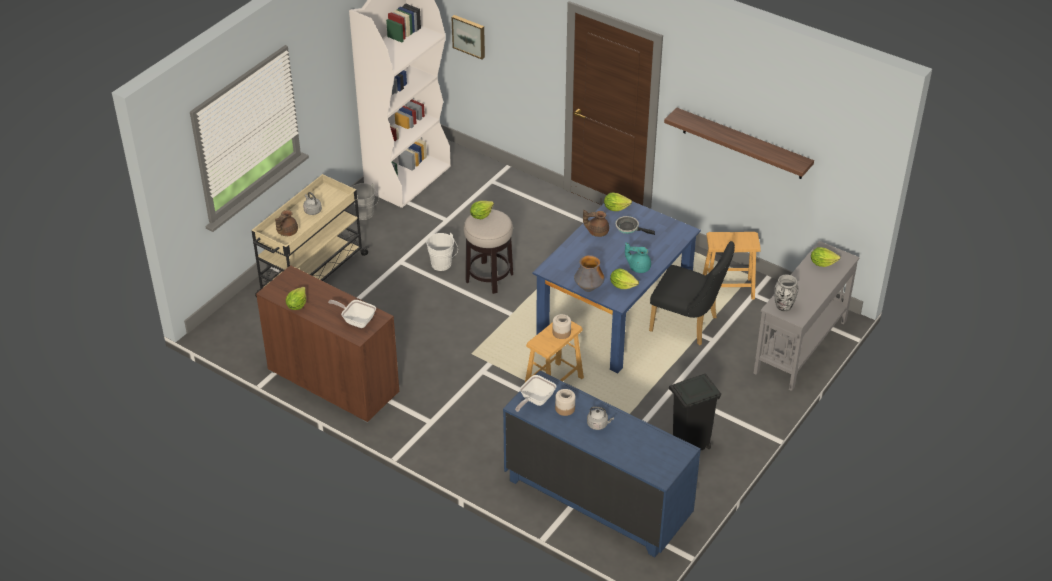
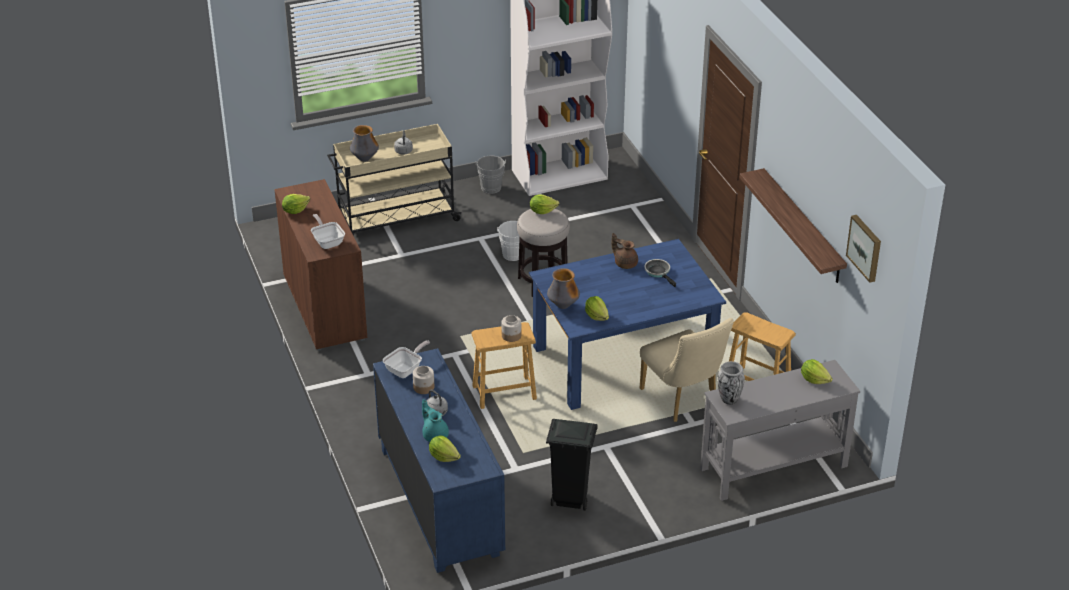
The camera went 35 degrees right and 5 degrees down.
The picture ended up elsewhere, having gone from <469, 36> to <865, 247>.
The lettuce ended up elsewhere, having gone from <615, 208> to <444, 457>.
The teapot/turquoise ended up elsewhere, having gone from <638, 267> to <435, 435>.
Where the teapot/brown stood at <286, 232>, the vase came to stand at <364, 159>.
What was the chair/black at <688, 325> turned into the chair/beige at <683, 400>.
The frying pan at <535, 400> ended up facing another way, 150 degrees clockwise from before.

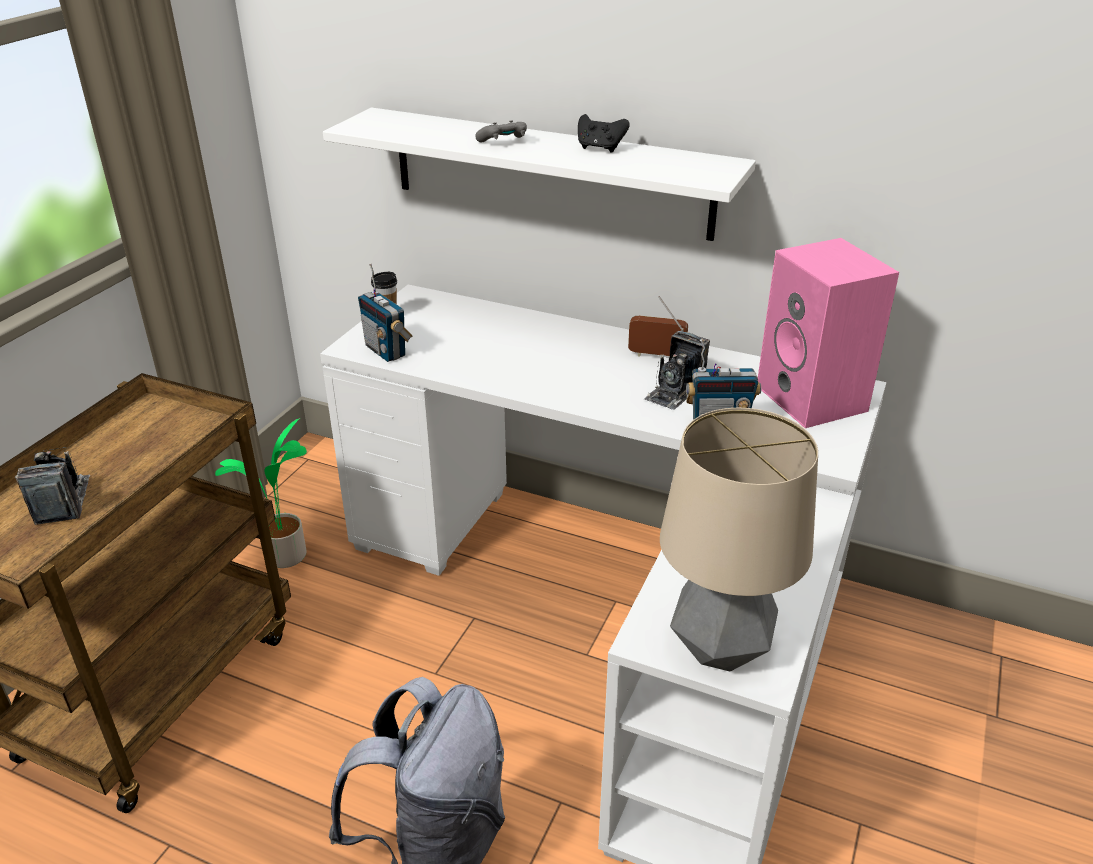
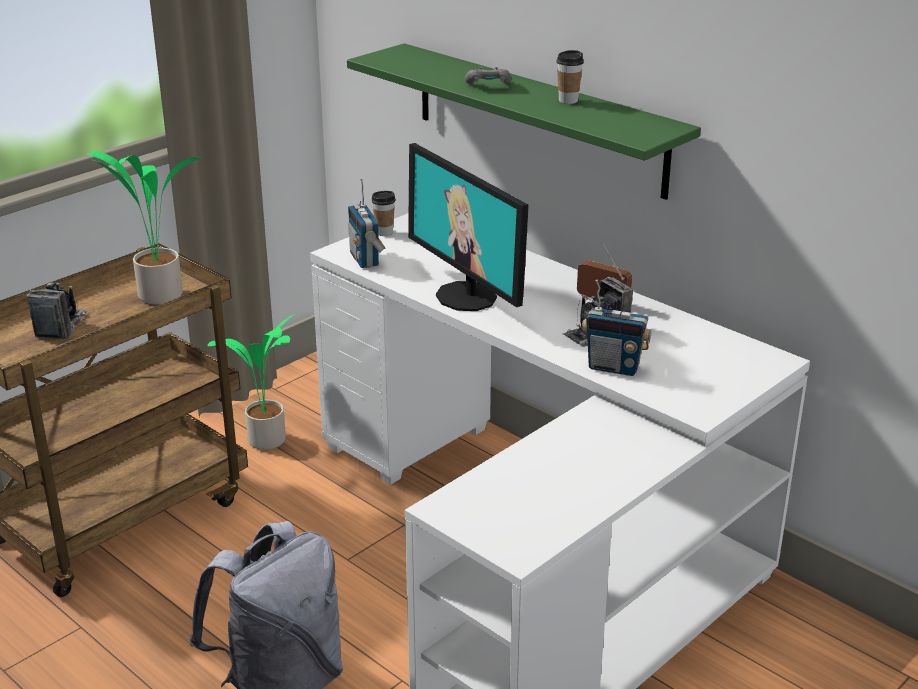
The camera went 20 degrees right and 5 degrees down.
The second view lost the table lamp at <721, 650>.
The second view lost the speaker/pink at <814, 399>.
The second view gained the potted plant at <157, 296>.
The second view gained the monitor at <467, 296>.
Where the game controller/black stood at <600, 148>, the cup came to stand at <568, 100>.
What was the shelf/white at <549, 173> turned into the shelf/green at <538, 119>.

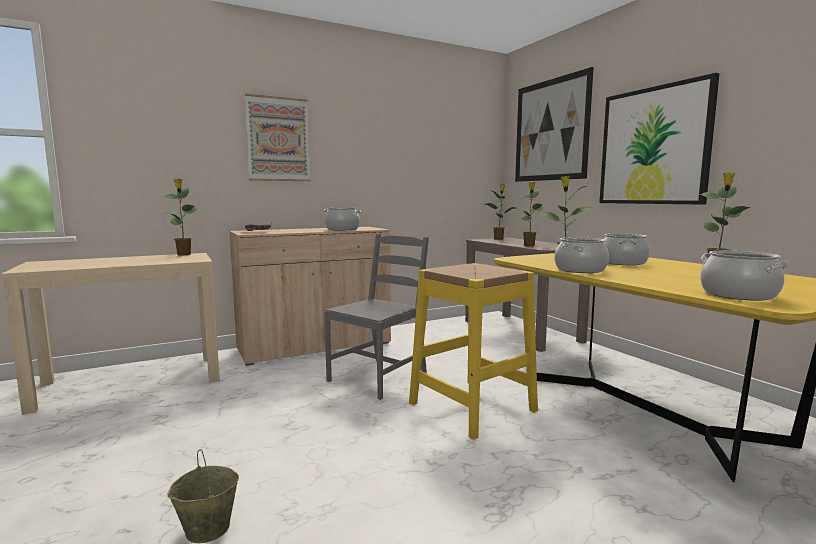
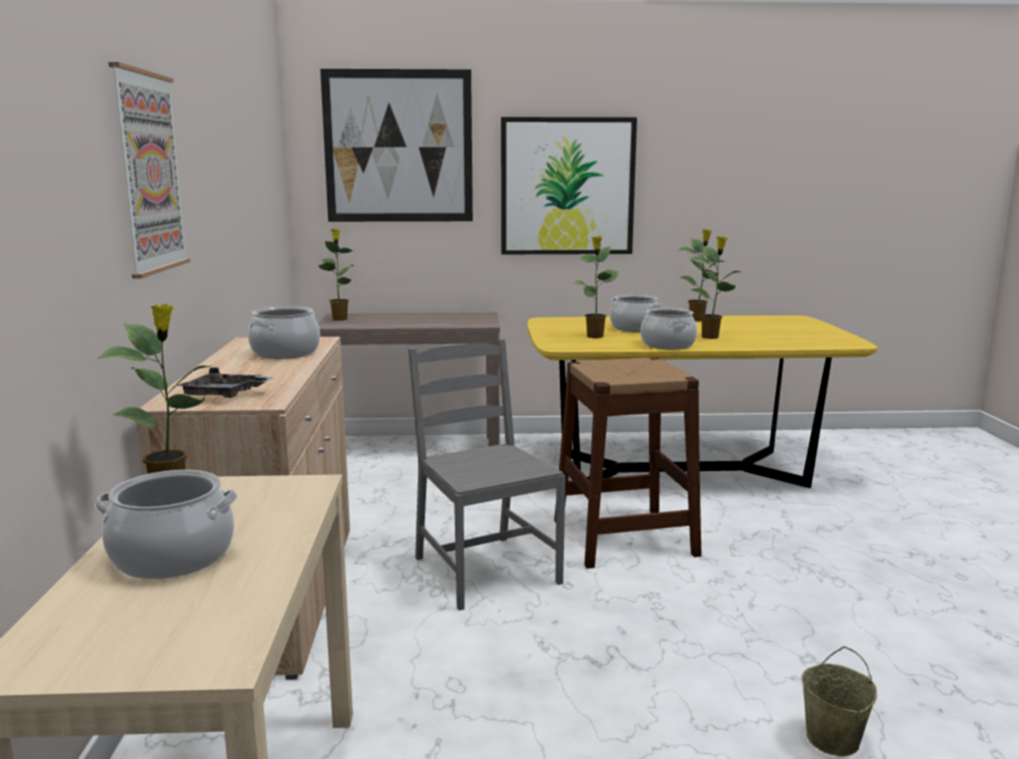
The camera went 65 degrees left and 5 degrees up.
The potted plant ended up elsewhere, having gone from <529, 245> to <711, 337>.
The cooking pot ended up elsewhere, having gone from <738, 295> to <172, 557>.
What was the stool/yellow at <472, 407> turned into the stool/brown at <624, 537>.

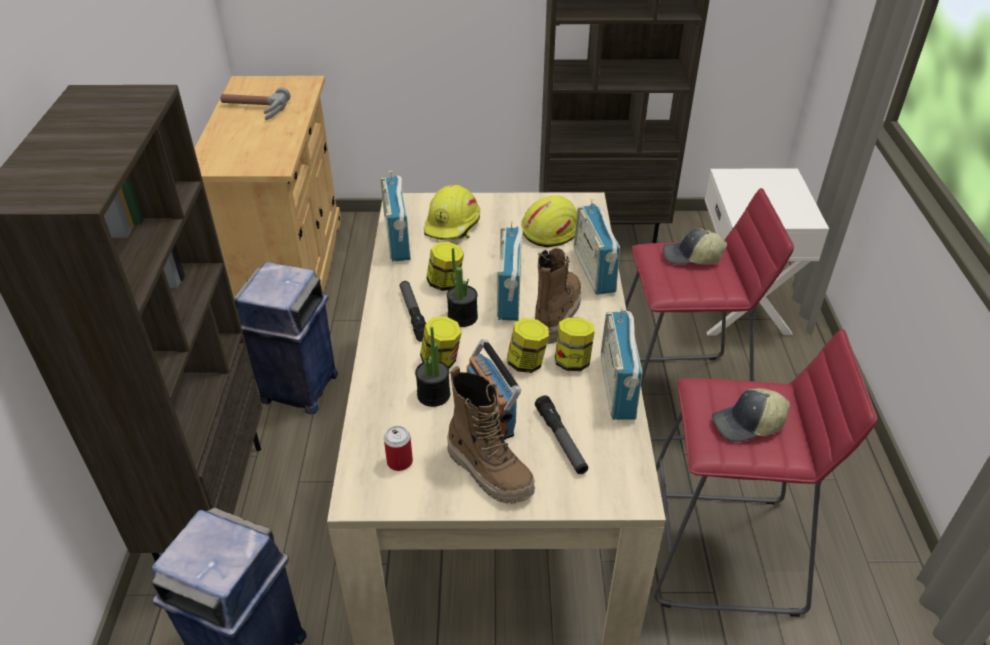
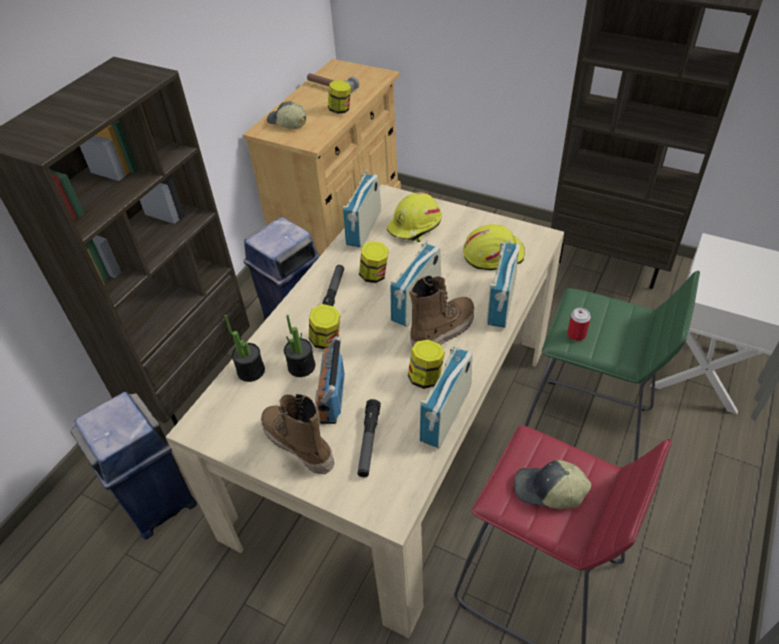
The camera went 30 degrees right and 5 degrees up.
The can ended up elsewhere, having gone from <399, 462> to <576, 334>.
The potted plant ended up elsewhere, having gone from <462, 317> to <251, 371>.
The jar ended up elsewhere, having gone from <527, 363> to <340, 110>.
The cap ended up elsewhere, having gone from <691, 257> to <287, 123>.
What was the stool/red at <678, 398> turned into the stool/green at <586, 433>.
The boot at <489, 471> ended up facing another way, 150 degrees clockwise from before.

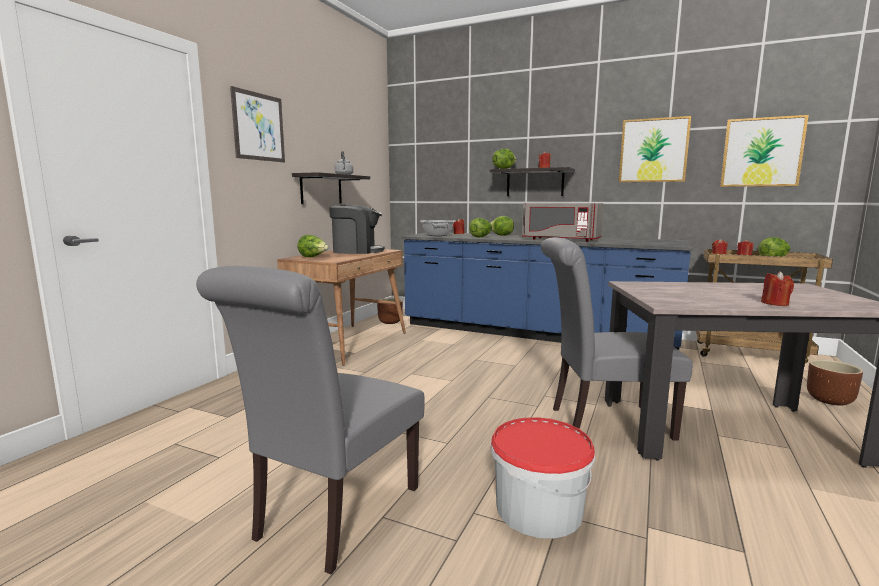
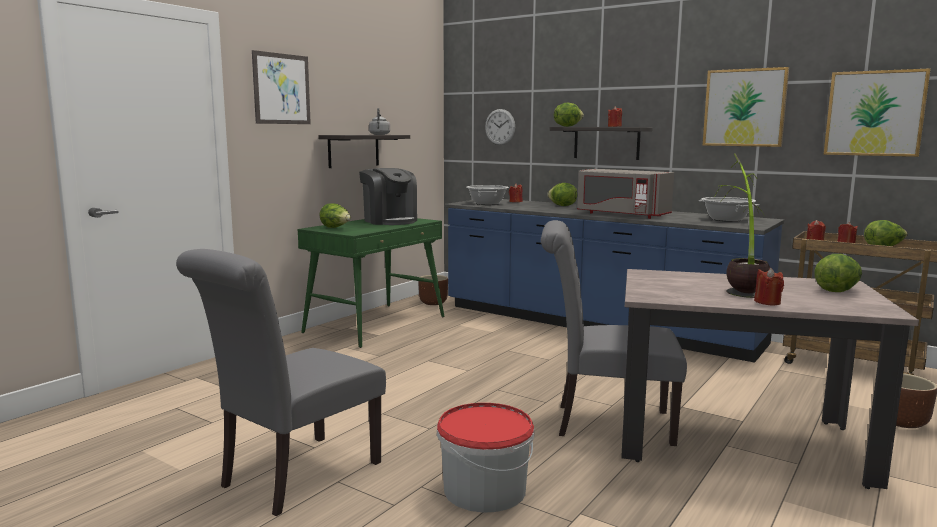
The camera went 10 degrees right and 0 degrees up.
The second view gained the wall clock at <500, 127>.
The second view gained the cooking pot at <727, 219>.
The second view gained the potted plant at <740, 287>.
The lettuce ended up elsewhere, having gone from <481, 237> to <837, 290>.
What was the desk/brown at <348, 343> turned into the desk/green at <376, 324>.
The coffee machine at <357, 251> ended up facing another way, 45 degrees clockwise from before.

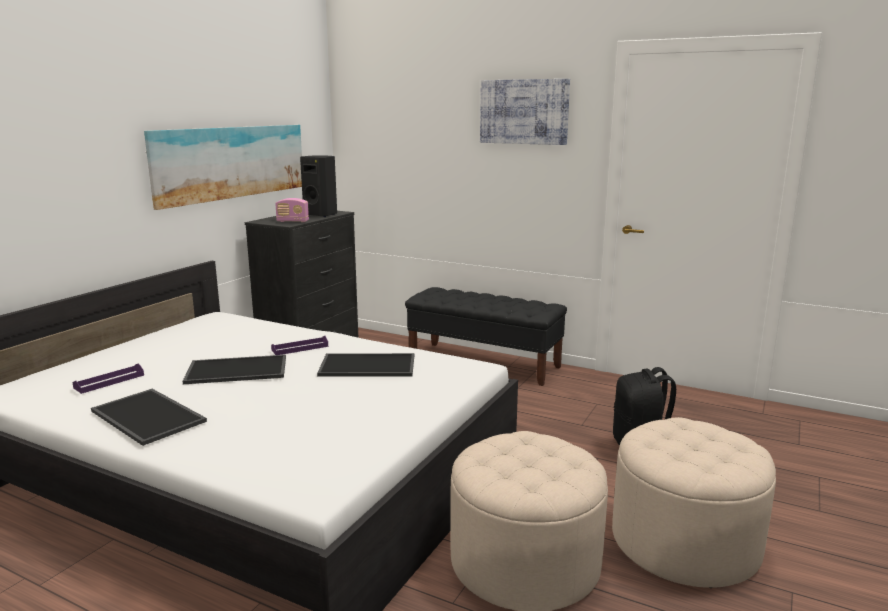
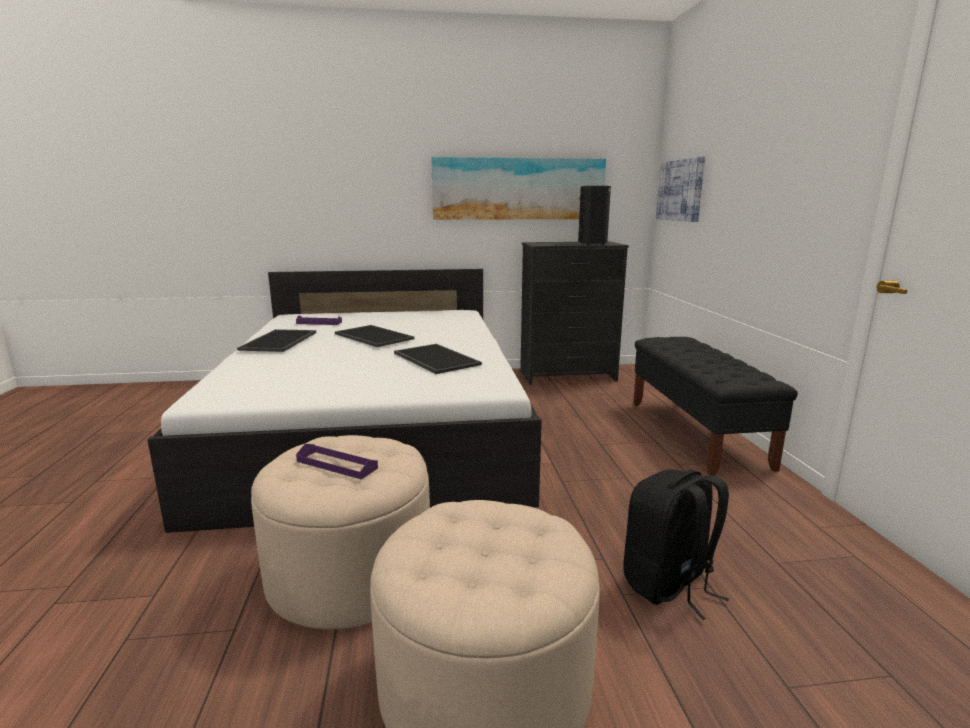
The camera went 55 degrees right and 0 degrees up.
The second view lost the radio at <293, 221>.
The tray/purple ended up elsewhere, having gone from <300, 348> to <337, 464>.
The picture ended up elsewhere, having gone from <524, 112> to <680, 190>.

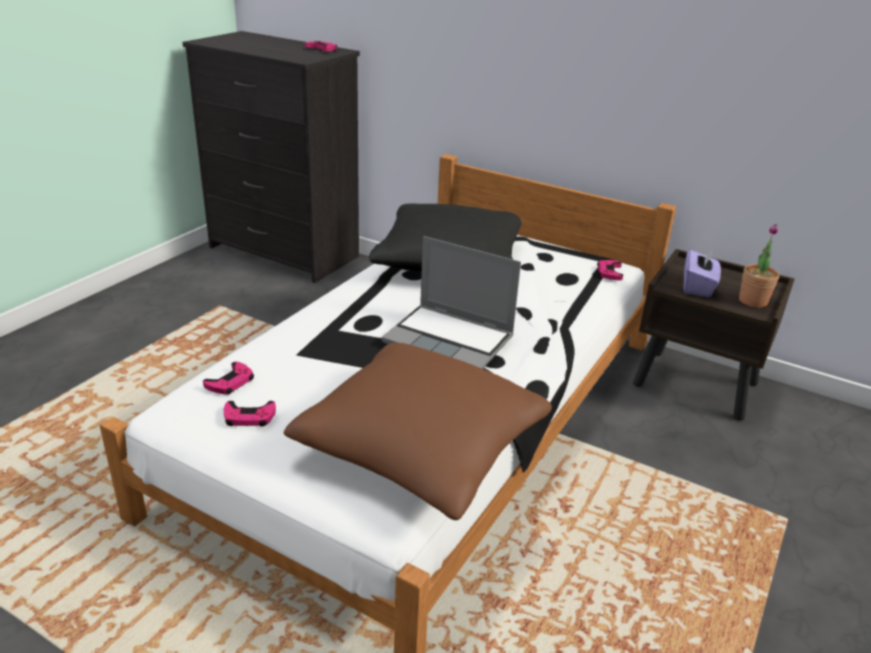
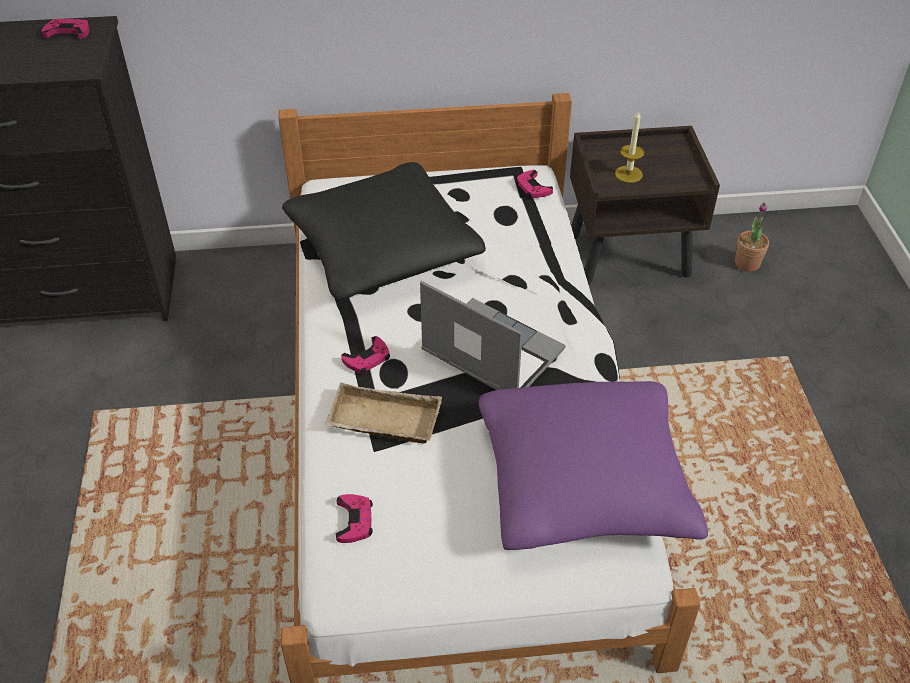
The camera went 35 degrees left and 15 degrees up.
The second view gained the tray/beige at <382, 422>.
The game controller/pink ended up elsewhere, having gone from <249, 417> to <367, 359>.
The potted plant ended up elsewhere, having gone from <753, 301> to <747, 263>.
Where the tissue box/purple stood at <697, 287>, the candle came to stand at <628, 174>.
What was the pillow/brown at <420, 448> turned into the pillow/purple at <584, 483>.
The laptop at <450, 340> ended up facing another way, 135 degrees counterclockwise from before.

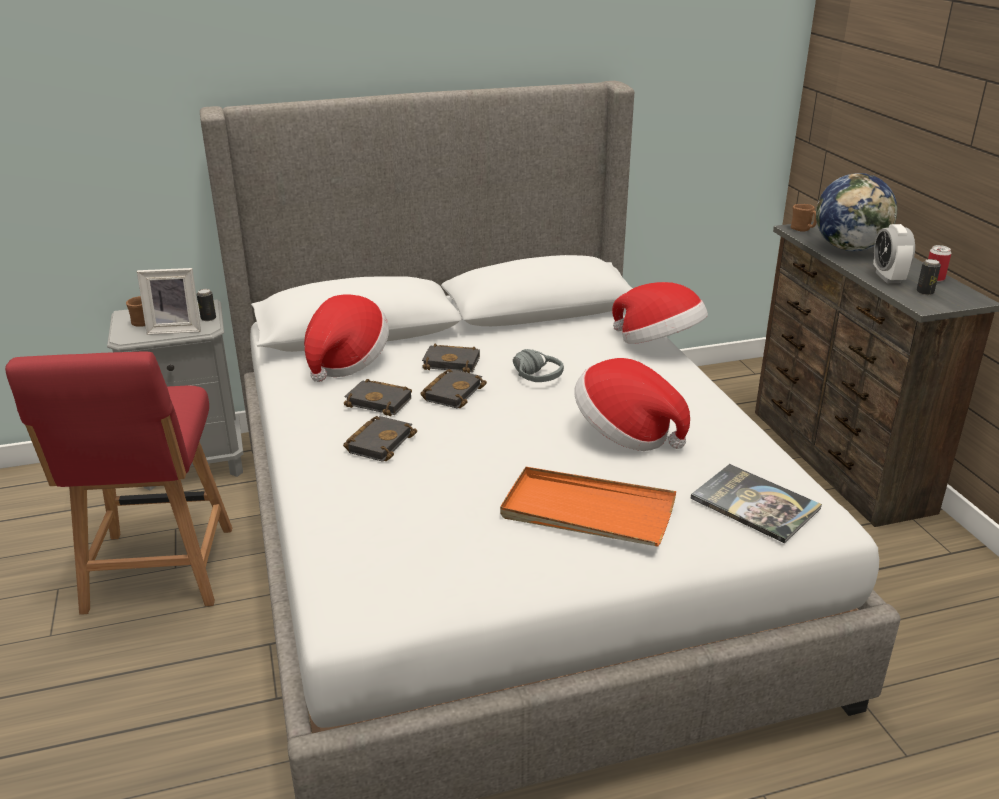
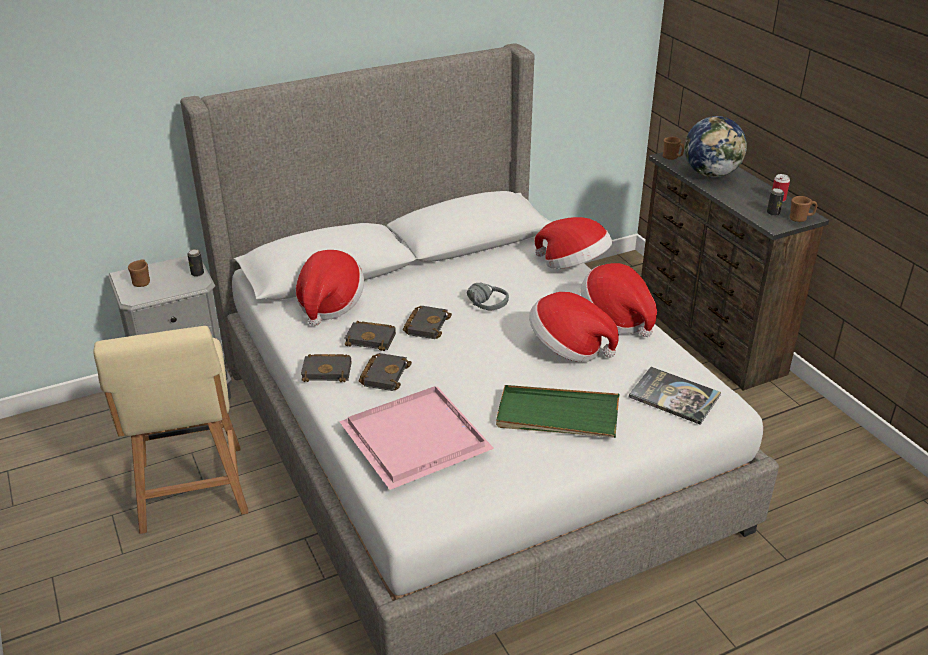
The camera went 10 degrees left and 5 degrees up.
The second view lost the picture frame at <175, 329>.
The second view lost the alarm clock at <888, 277>.
The second view gained the tray/pink at <418, 439>.
The second view gained the hat at <616, 318>.
The second view gained the mug/brown at <800, 219>.
The book/black ended up elsewhere, having gone from <453, 362> to <328, 371>.
What was the chair/red at <158, 573> turned into the chair/beige at <192, 492>.
What was the tray/orange at <587, 512> turned into the tray/green at <557, 416>.

